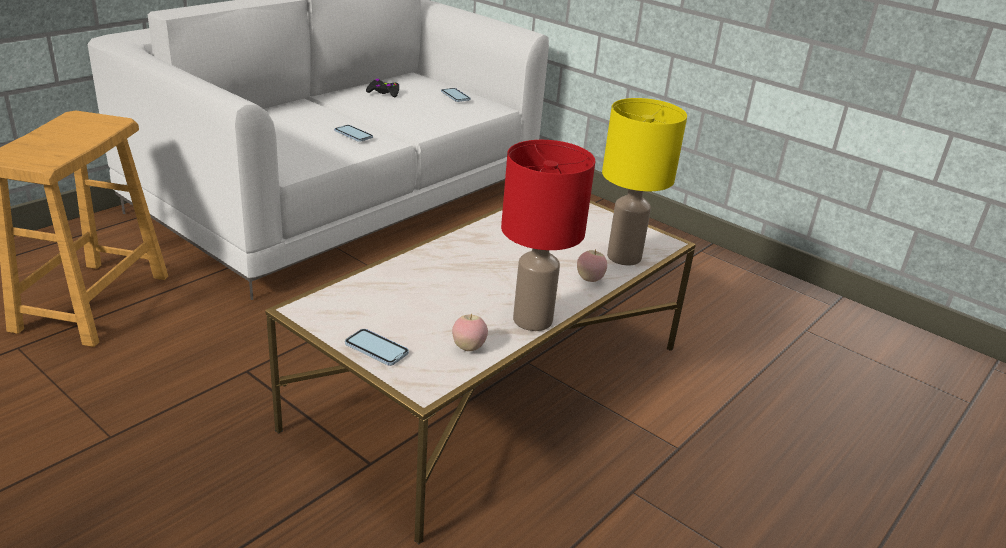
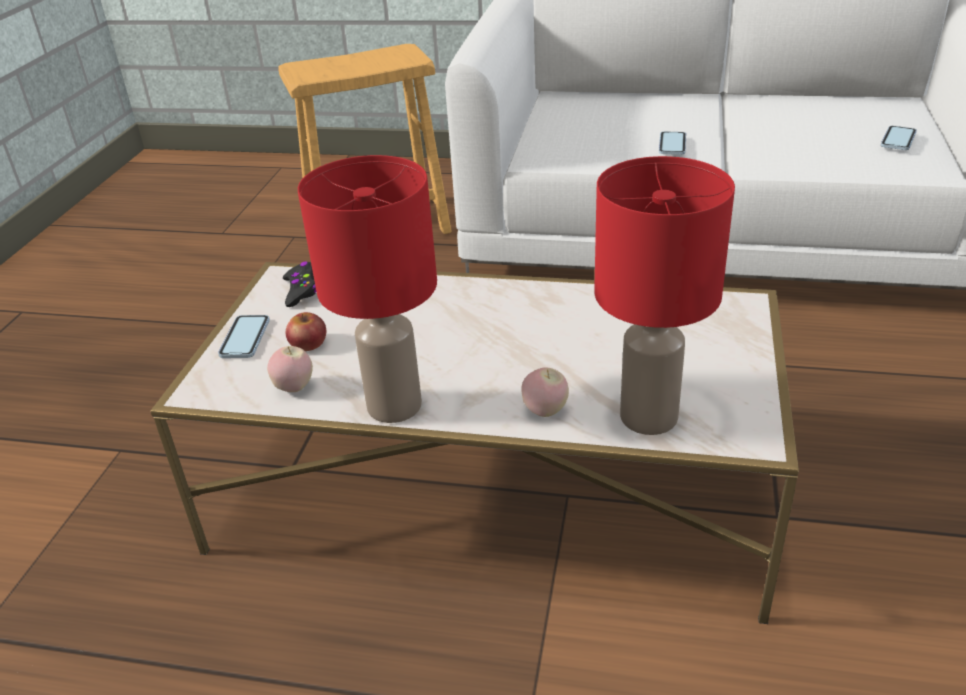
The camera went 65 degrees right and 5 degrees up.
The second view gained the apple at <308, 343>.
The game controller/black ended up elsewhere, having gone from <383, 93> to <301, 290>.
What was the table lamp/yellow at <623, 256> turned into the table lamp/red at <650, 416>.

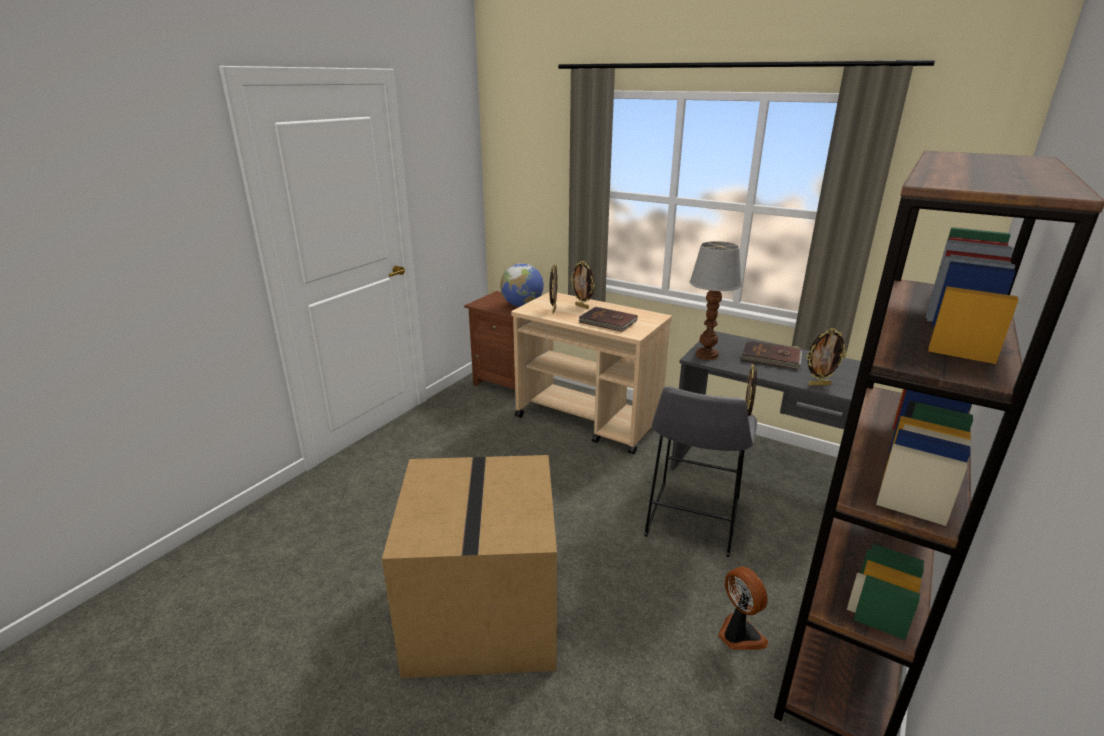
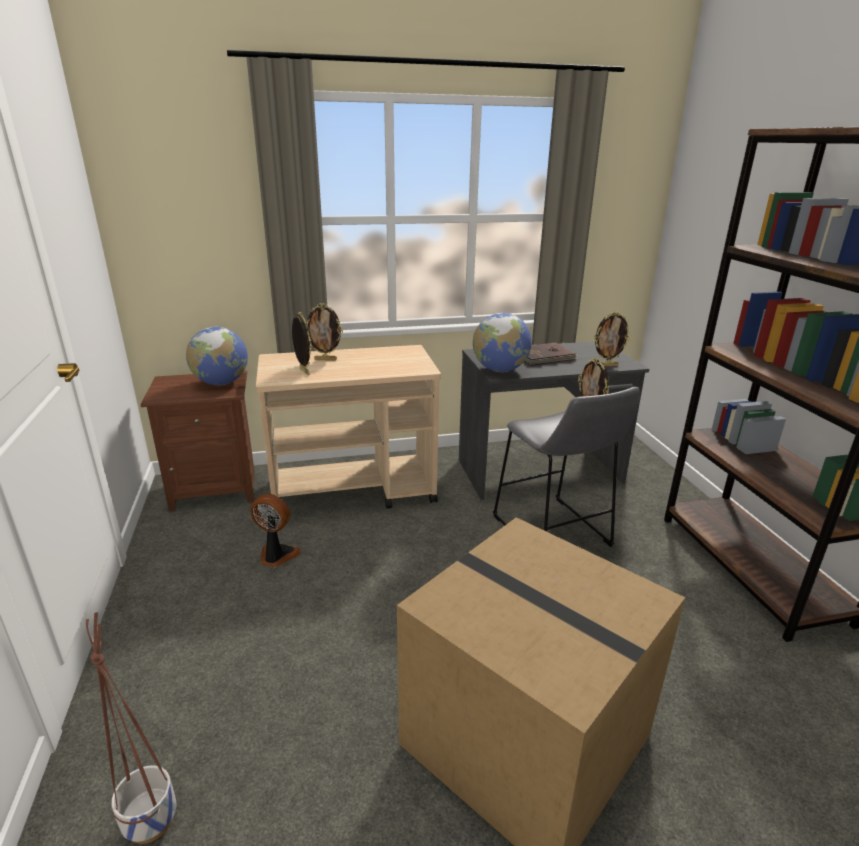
The camera went 45 degrees left and 0 degrees up.
The second view lost the book/brown at <608, 322>.
The second view gained the planter at <149, 820>.
The fan ended up elsewhere, having gone from <738, 635> to <276, 556>.
Where the table lamp stood at <705, 355>, the globe came to stand at <500, 370>.
The picture frame at <819, 384> ended up facing another way, 45 degrees clockwise from before.

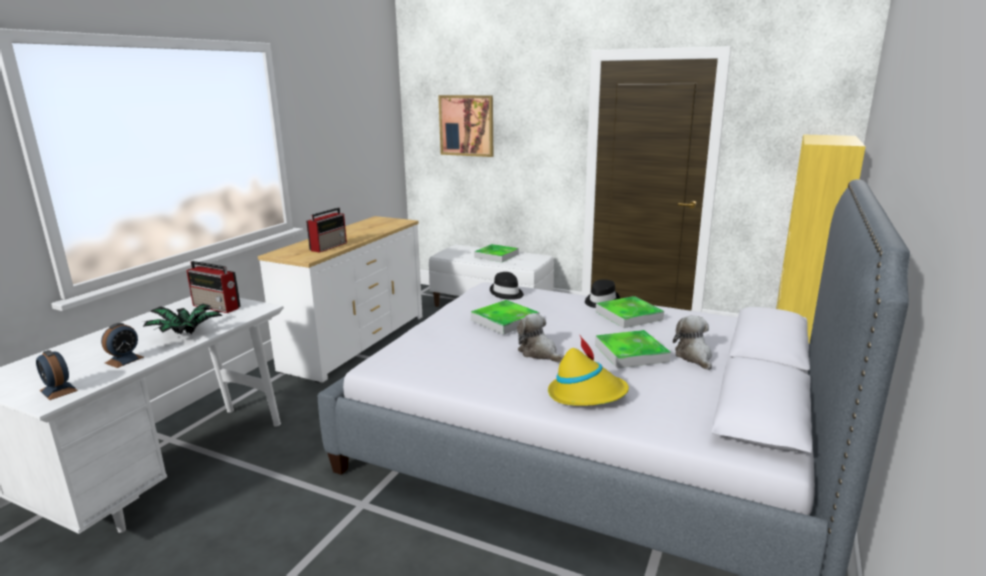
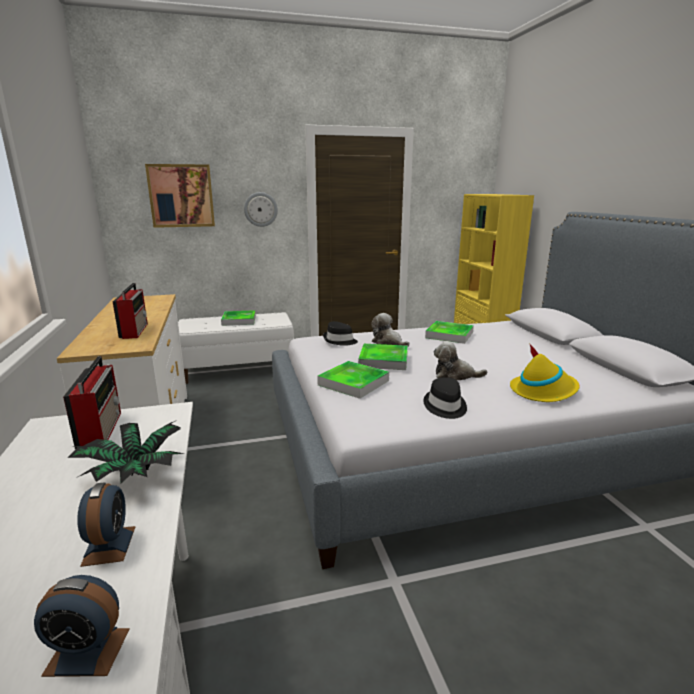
The camera went 40 degrees left and 0 degrees up.
The second view gained the wall clock at <260, 209>.
The hat/black ended up elsewhere, having gone from <601, 301> to <445, 406>.
The tray ended up elsewhere, having gone from <631, 353> to <353, 383>.
The plush toy ended up elsewhere, having gone from <694, 357> to <388, 343>.
The radio at <217, 307> ended up facing another way, 90 degrees counterclockwise from before.

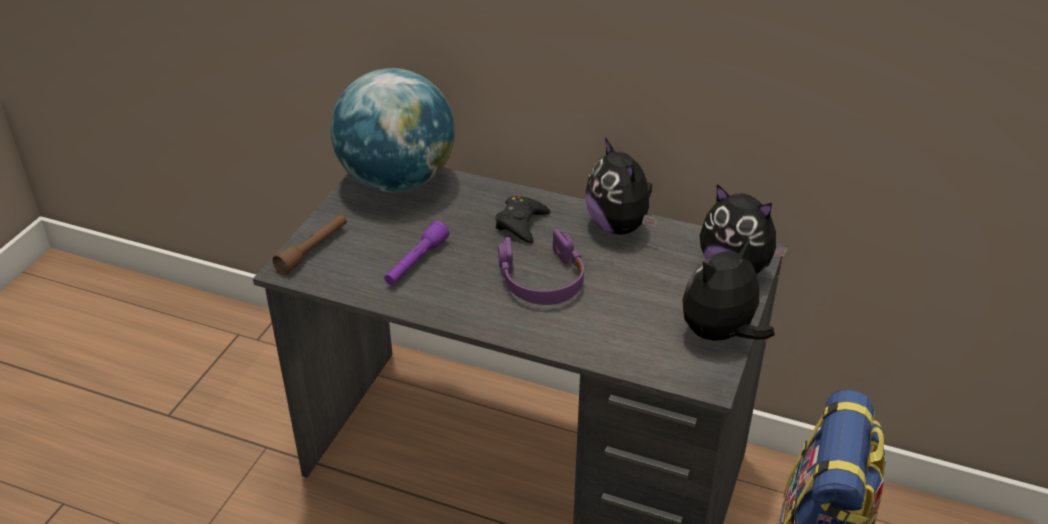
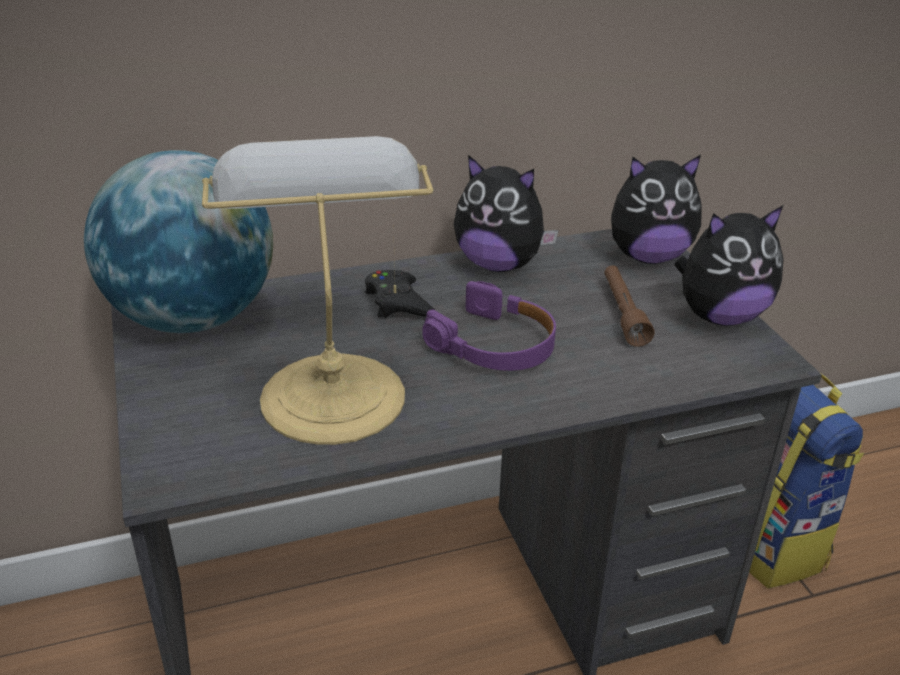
The camera went 40 degrees left and 5 degrees down.
The flashlight/brown ended up elsewhere, having gone from <313, 250> to <623, 313>.
Where the flashlight/purple stood at <416, 262>, the table lamp came to stand at <331, 392>.
The plush toy at <720, 335> ended up facing another way, 120 degrees counterclockwise from before.

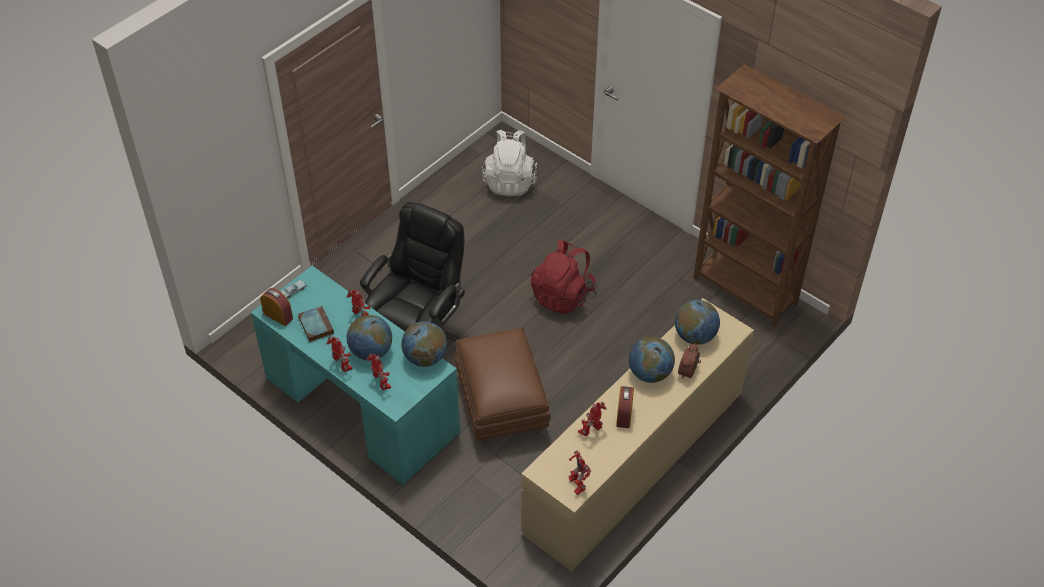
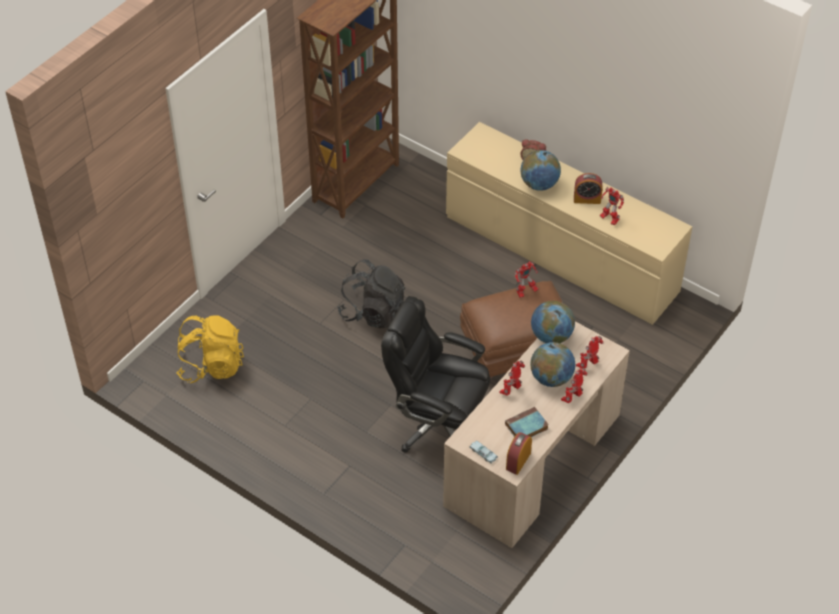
The camera went 95 degrees left and 0 degrees up.
The second view lost the globe at <695, 336>.
The toy robot ended up elsewhere, having gone from <577, 484> to <525, 292>.
What was the desk/turquoise at <361, 404> turned into the desk/beige at <532, 459>.
What was the backpack/white at <510, 181> turned into the backpack/yellow at <211, 365>.
What was the backpack/red at <563, 295> turned into the backpack/black at <373, 312>.

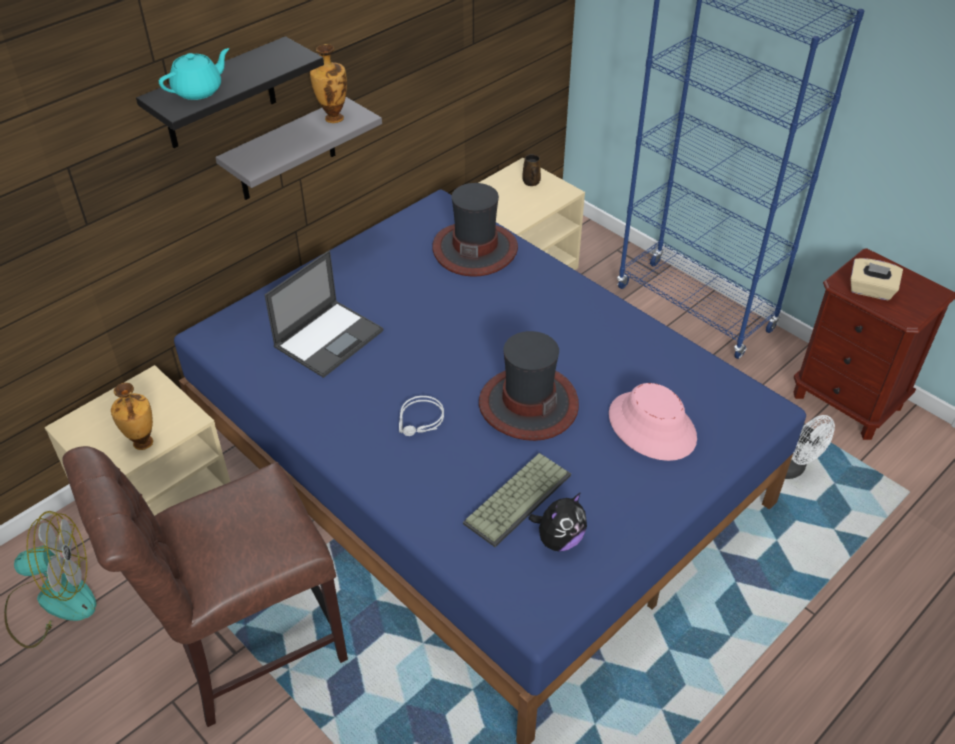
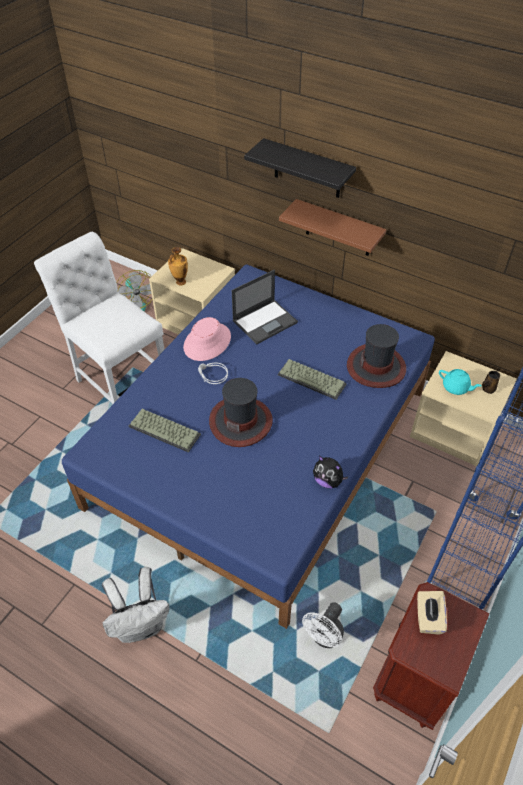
The camera went 75 degrees right and 5 degrees up.
The second view lost the vase at <333, 117>.
The second view gained the backpack/white at <141, 625>.
The second view gained the keyboard at <313, 379>.
The teapot/turquoise ended up elsewhere, having gone from <199, 91> to <456, 387>.
The plush toy ended up elsewhere, having gone from <559, 539> to <328, 481>.
The hat/pink ended up elsewhere, having gone from <652, 426> to <207, 342>.
What was the chair/brown at <245, 646> turned into the chair/white at <120, 380>.
What was the shelf/grey at <286, 151> turned into the shelf/brown at <338, 229>.
The laptop at <329, 338> ended up facing another way, 60 degrees counterclockwise from before.

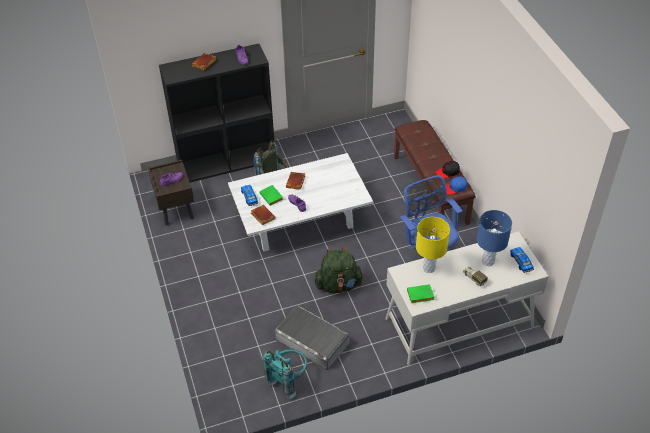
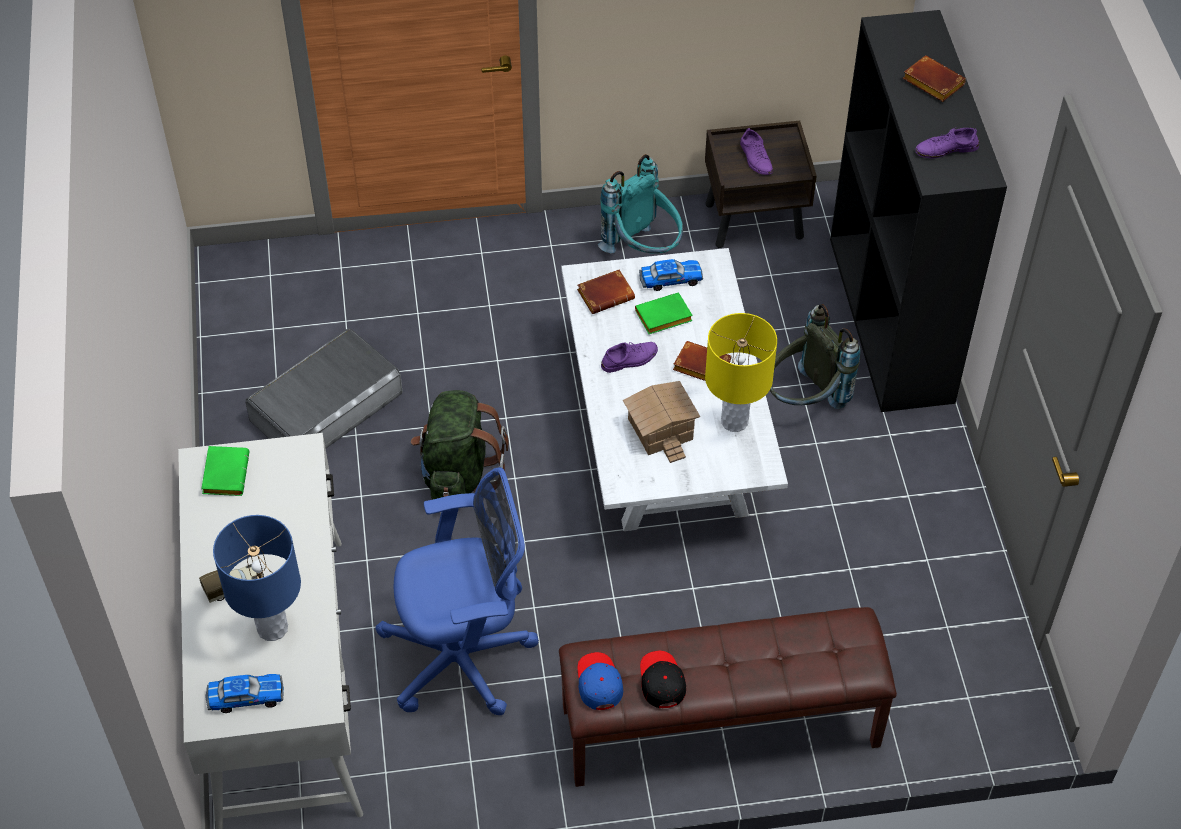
The camera went 100 degrees right and 5 degrees up.
The second view gained the toy house at <659, 429>.
The backpack/turquoise ended up elsewhere, having gone from <288, 379> to <644, 250>.
The table lamp/yellow ended up elsewhere, having gone from <429, 268> to <734, 421>.

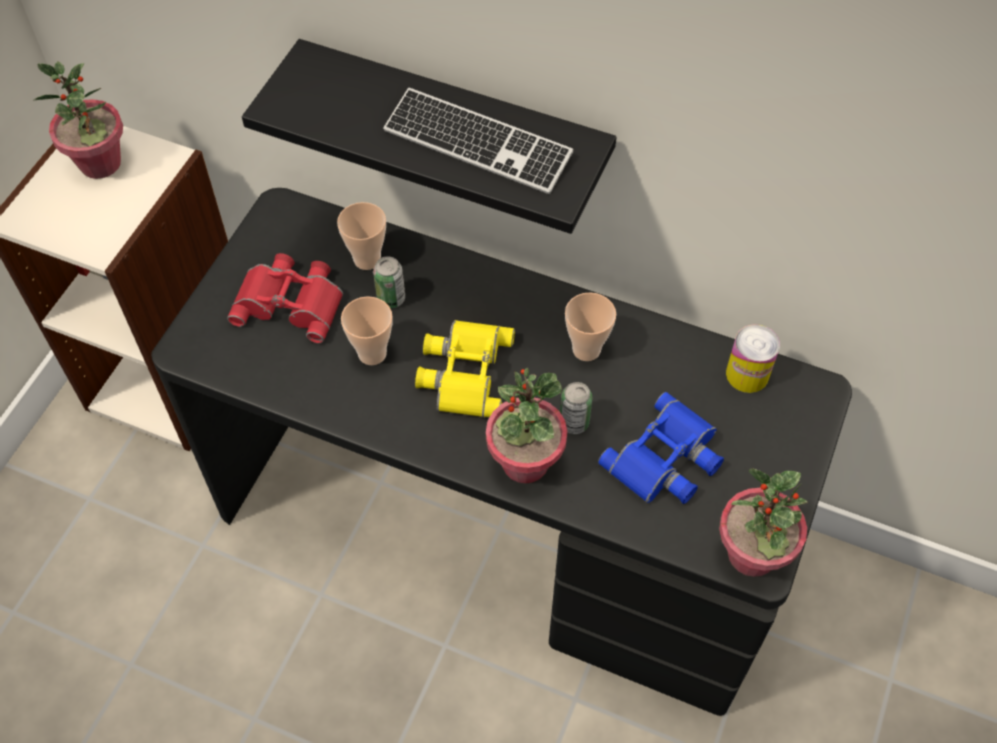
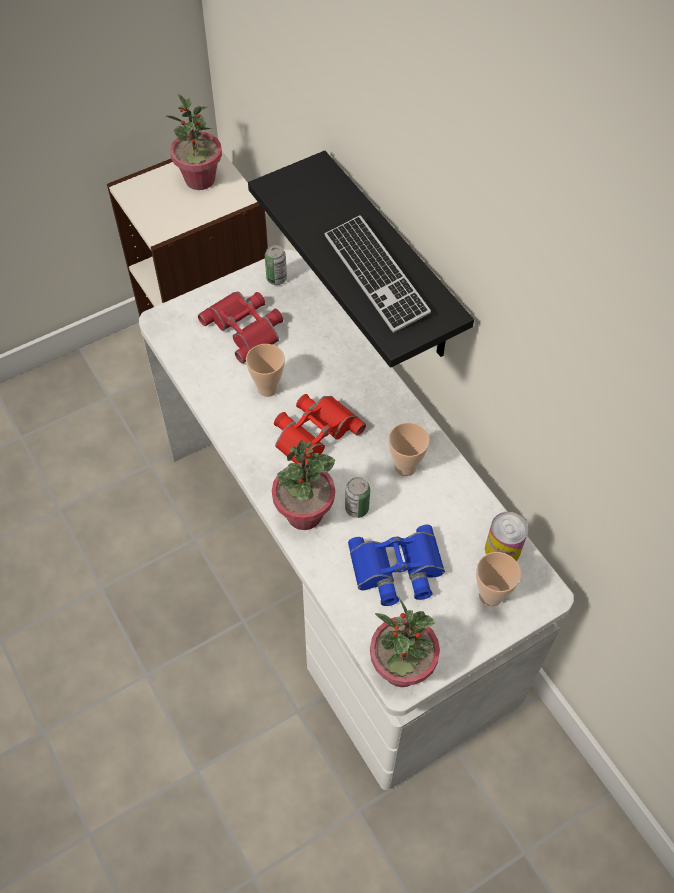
The camera went 35 degrees right and 0 degrees up.
The cup ended up elsewhere, having gone from <367, 259> to <491, 595>.
The can ended up elsewhere, having gone from <391, 298> to <276, 278>.
What was the desk/black at <499, 524> turned into the desk/white at <337, 567>.
What was the binoculars/yellow at <463, 371> turned into the binoculars/red at <314, 433>.

